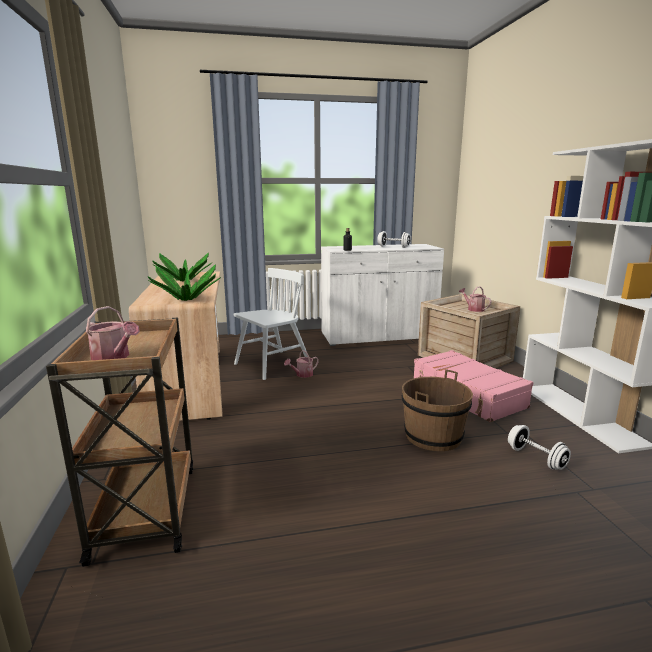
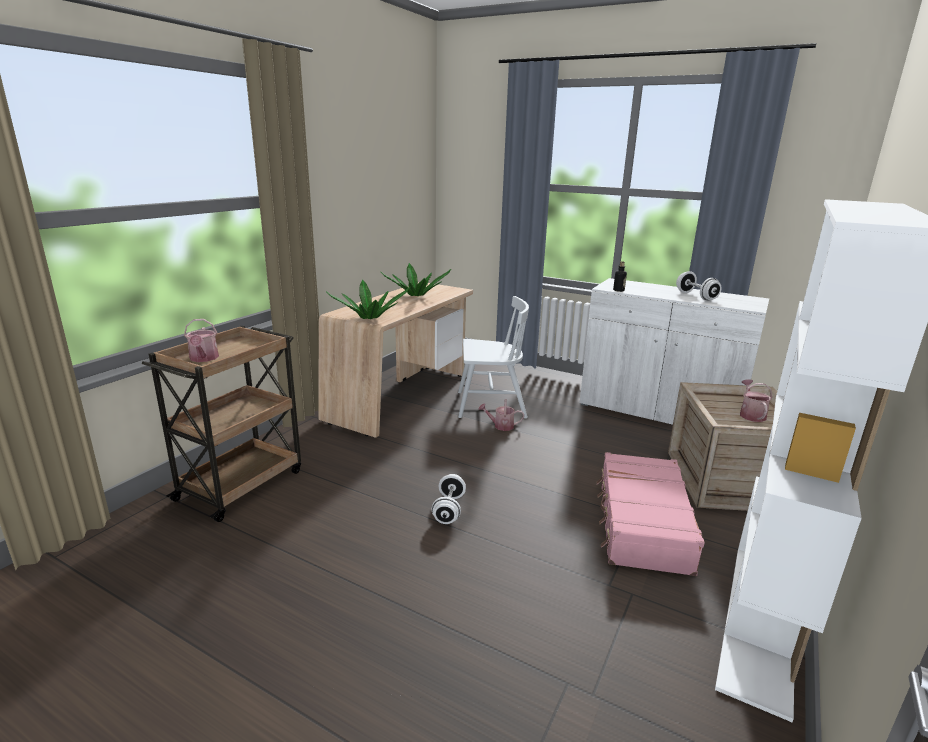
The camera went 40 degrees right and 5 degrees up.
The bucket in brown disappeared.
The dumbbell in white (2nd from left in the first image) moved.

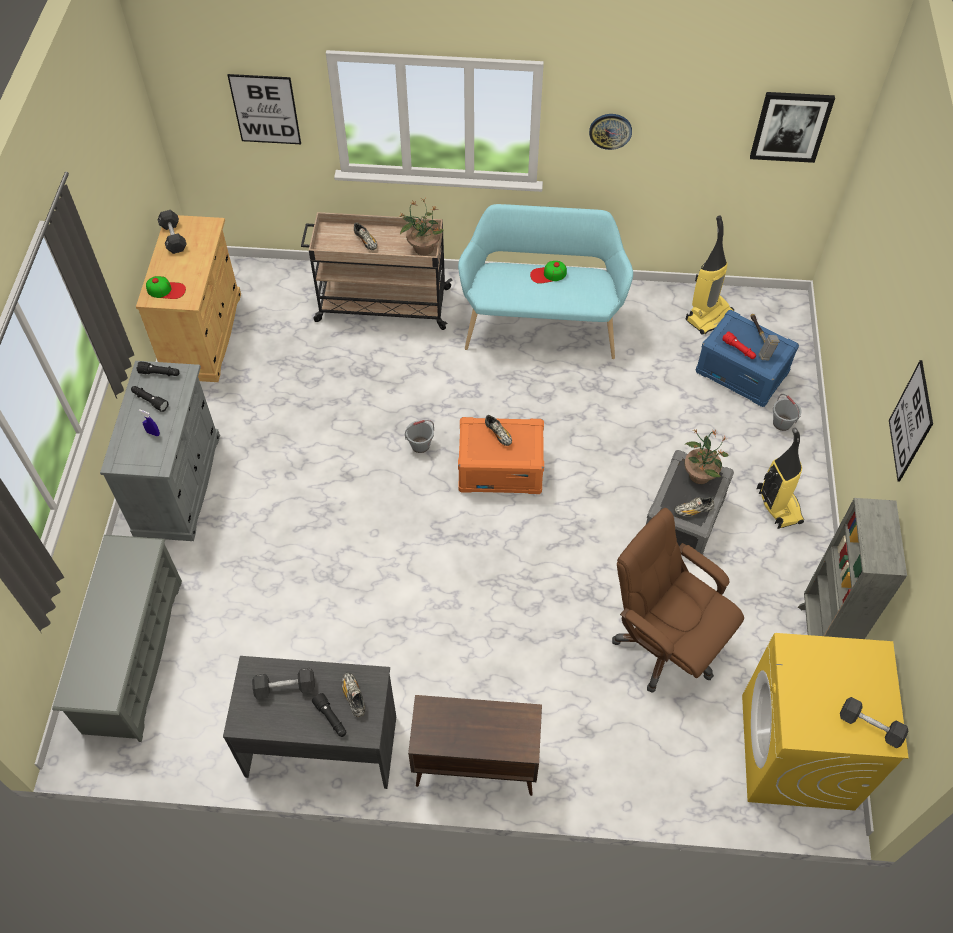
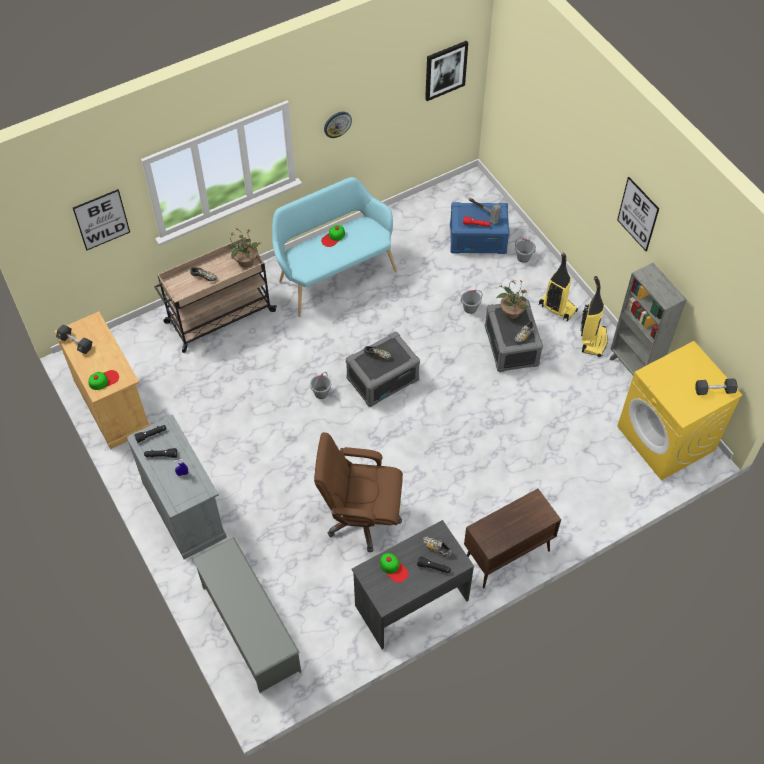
The camera went 35 degrees left and 0 degrees up.
The vacuum cleaner (1st from left in the first image) moved.
The storage box in orange became the storage box in grey (1st from left).
The office chair in brown moved.
The dumbbell in black (2nd from left) was replaced by the cap (3rd from left).
The bucket in grey (2nd from left) appeared.

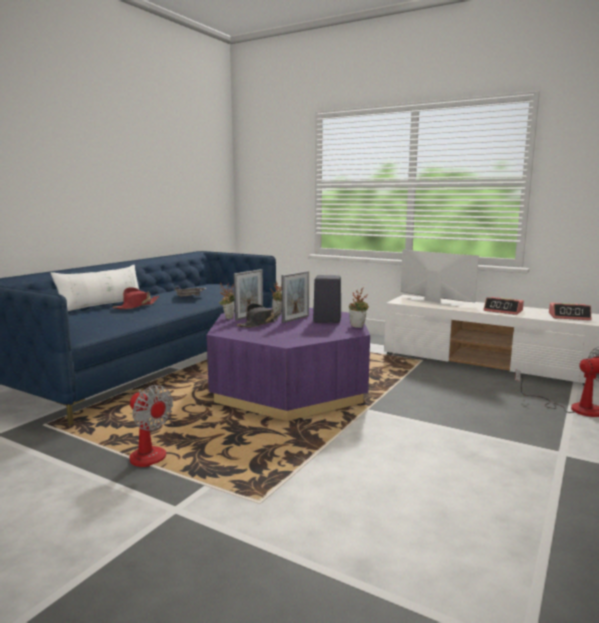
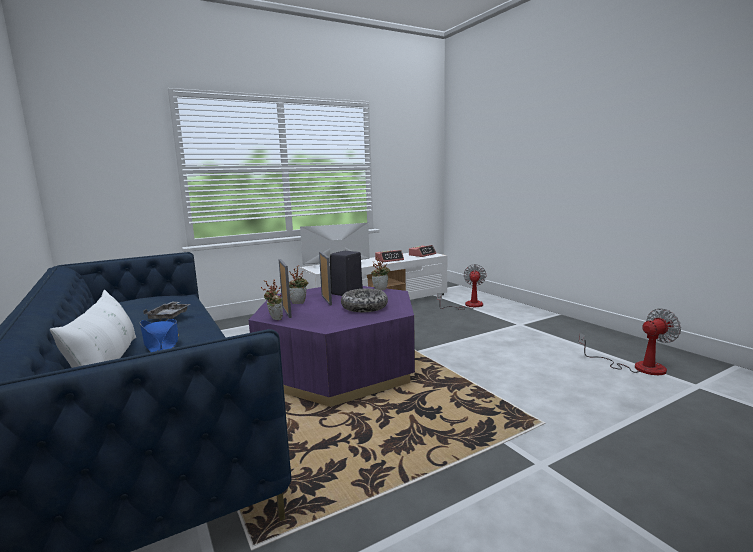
The camera went 60 degrees left and 0 degrees up.
The hat in red became the hat in blue.
The hat in black disappeared.
The fan (1st from left in the first image) moved.
The bowl appeared.

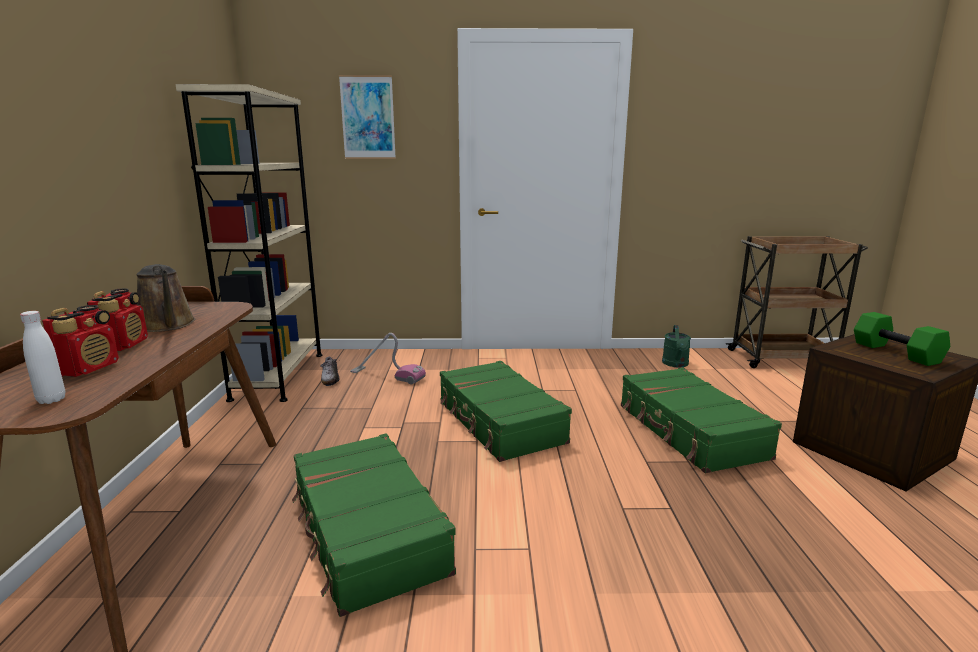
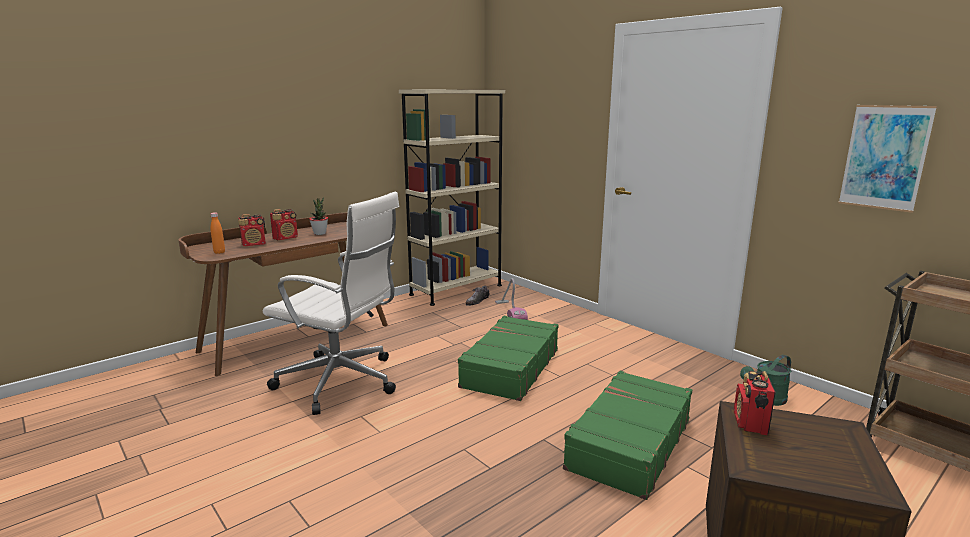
The camera went 50 degrees right and 0 degrees up.
The picture moved.
The watering can in brown was replaced by the potted plant.
The bottle in white became the bottle in orange.
The dumbbell in green disappeared.
The suitcase in green (1st from left) was replaced by the office chair in white.
The radio (3rd from left) appeared.

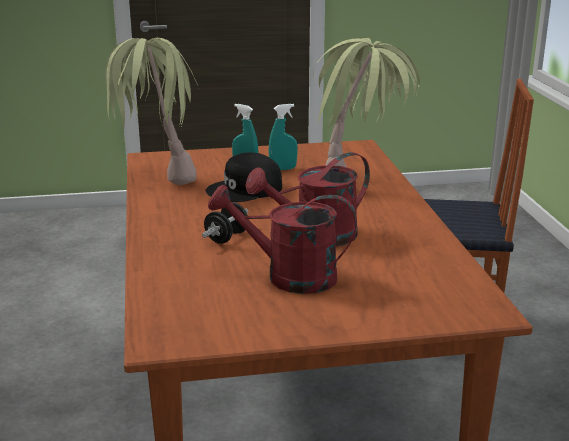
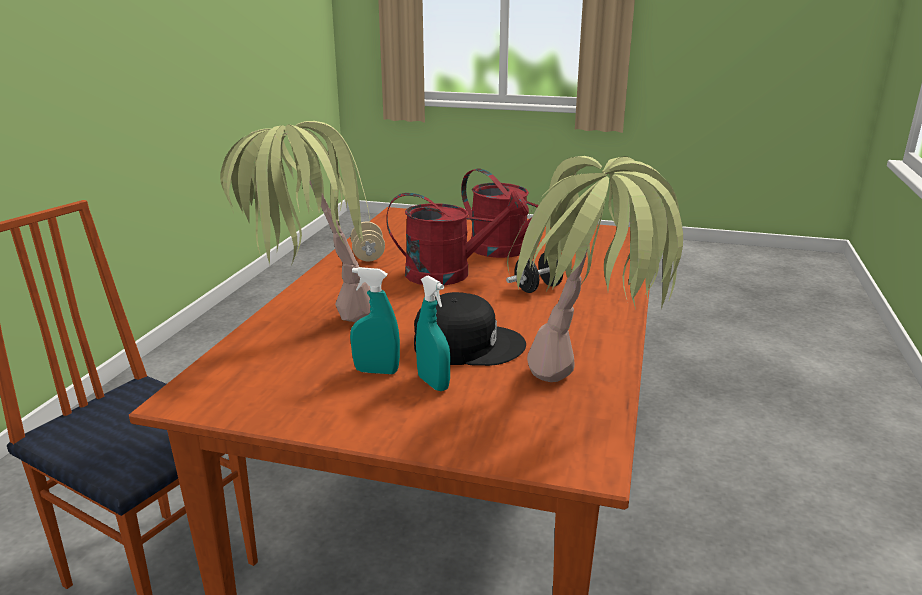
The camera went 155 degrees left and 0 degrees up.
The dumbbell in beige appeared.

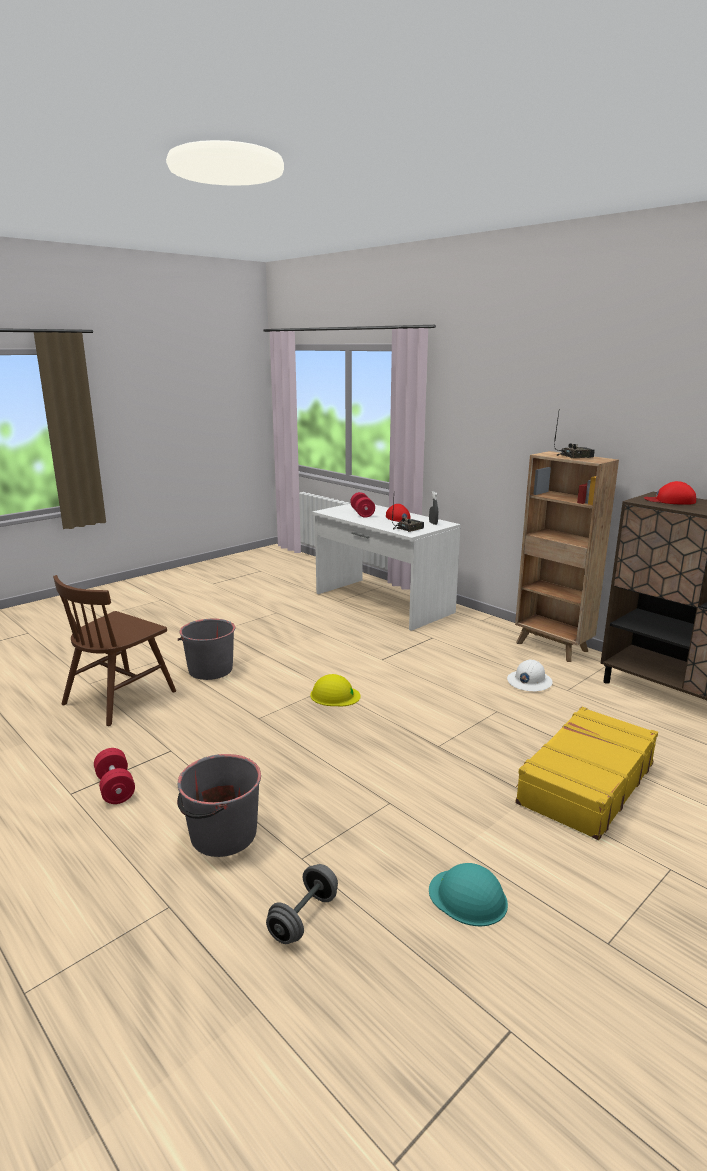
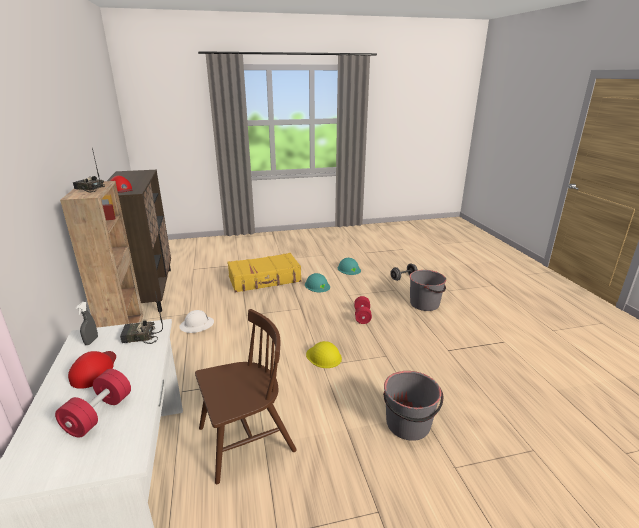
The camera went 150 degrees left and 5 degrees up.
The chair in brown moved.
The dumbbell in red (1st from left in the first image) moved.
The hard hat in turquoise (1st from left) appeared.

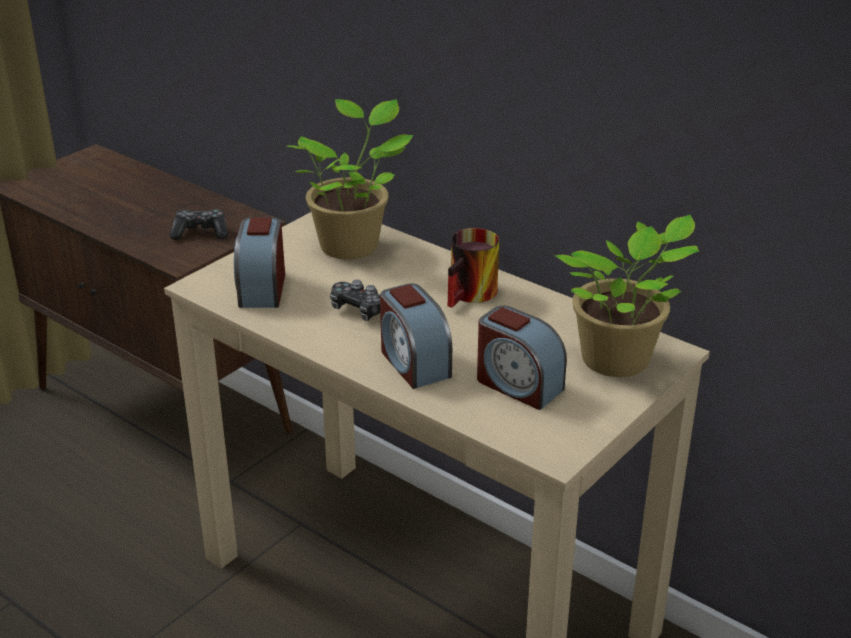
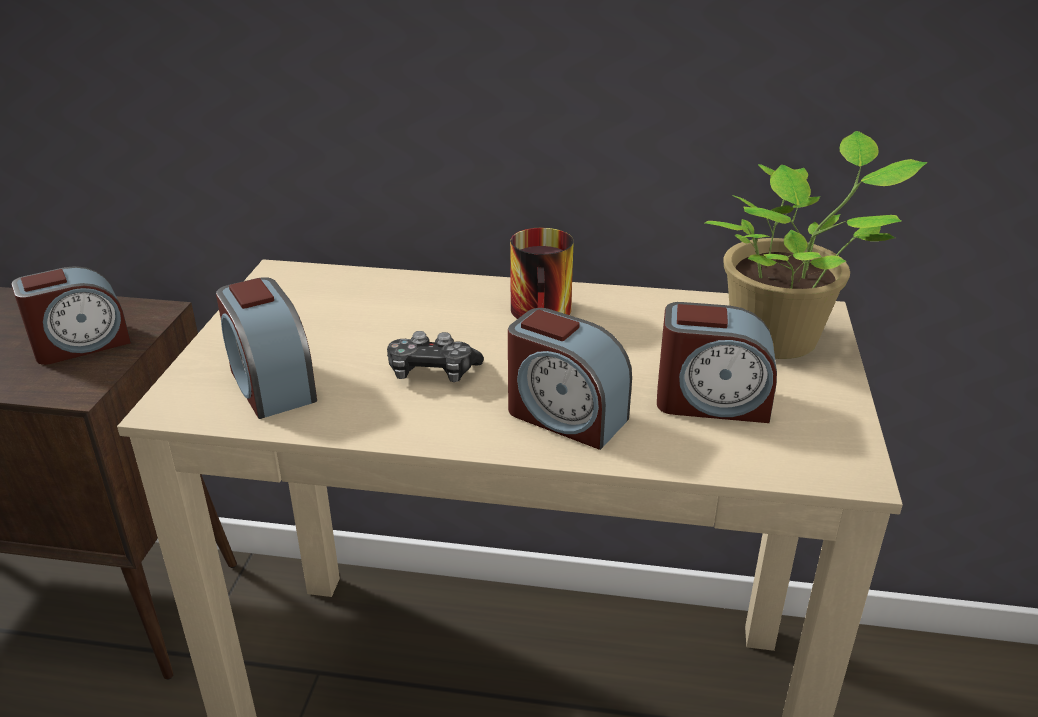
The camera went 30 degrees left and 0 degrees up.
The potted plant (1st from left) disappeared.
The game controller (1st from left) was replaced by the alarm clock (1st from left).

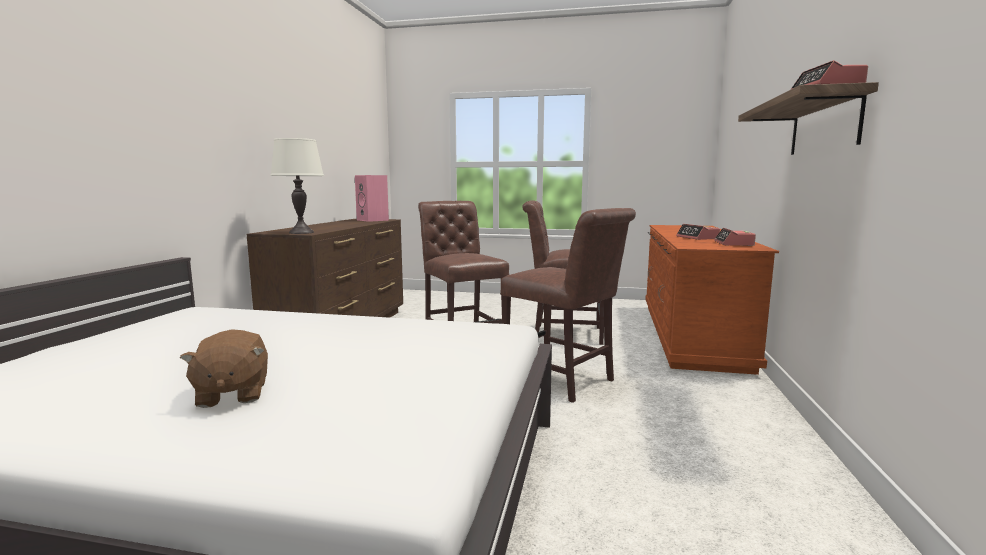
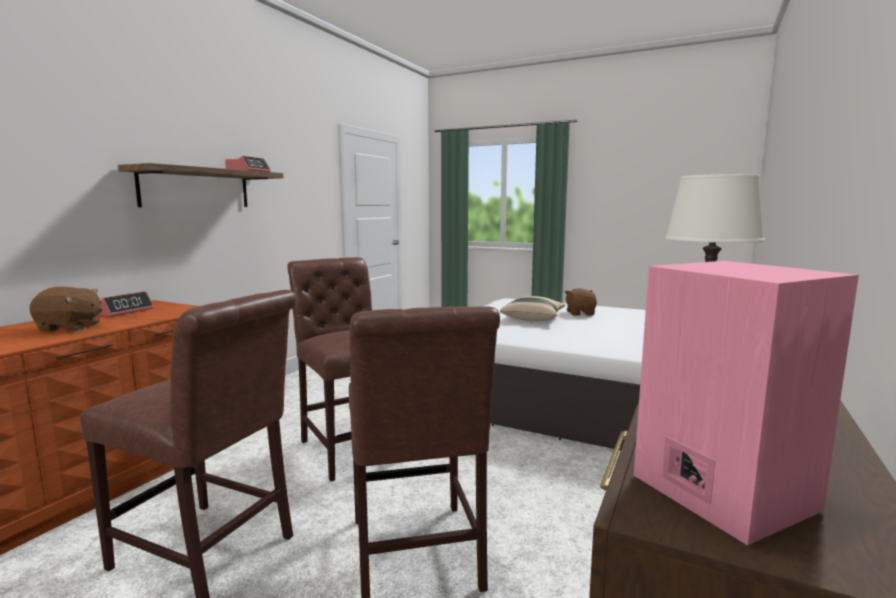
The camera went 165 degrees left and 0 degrees up.
The alarm clock (1st from left) was replaced by the plush toy in brown (1st from left).
The pillow in beige appeared.

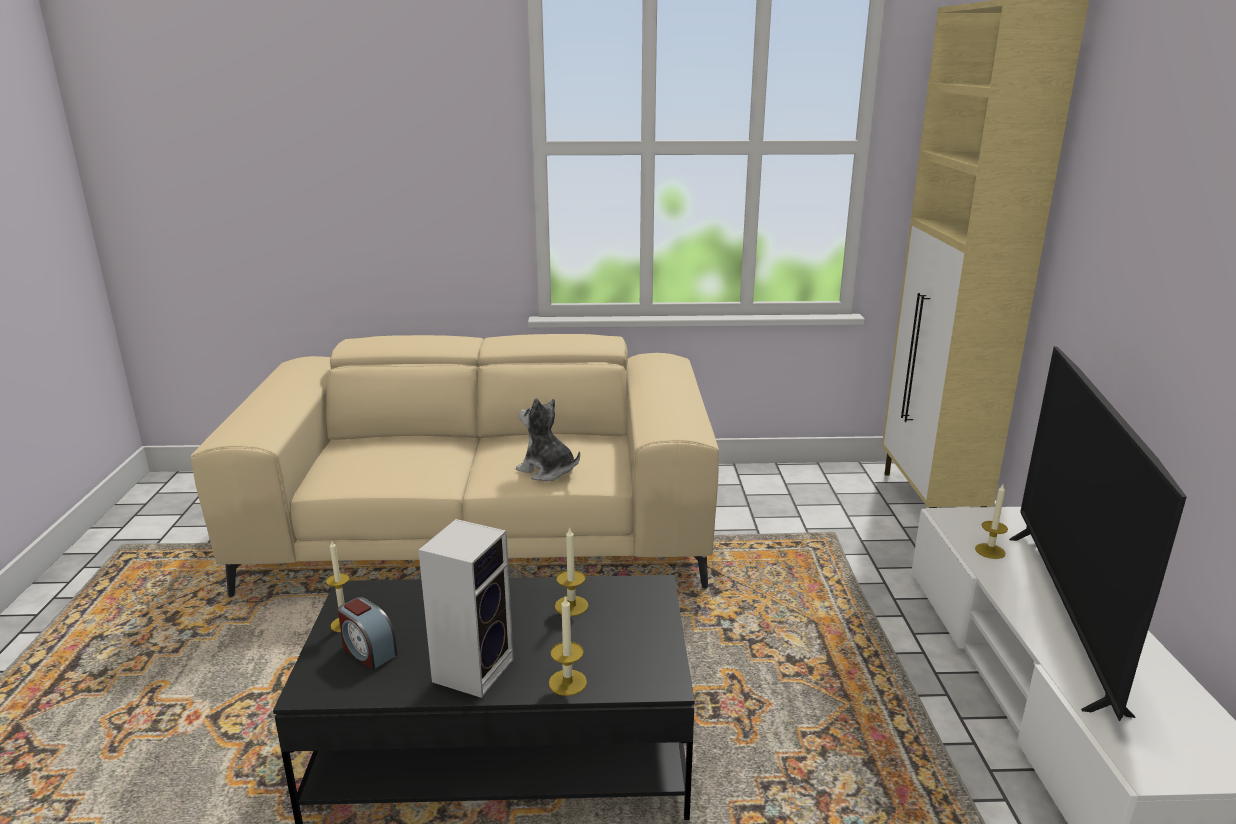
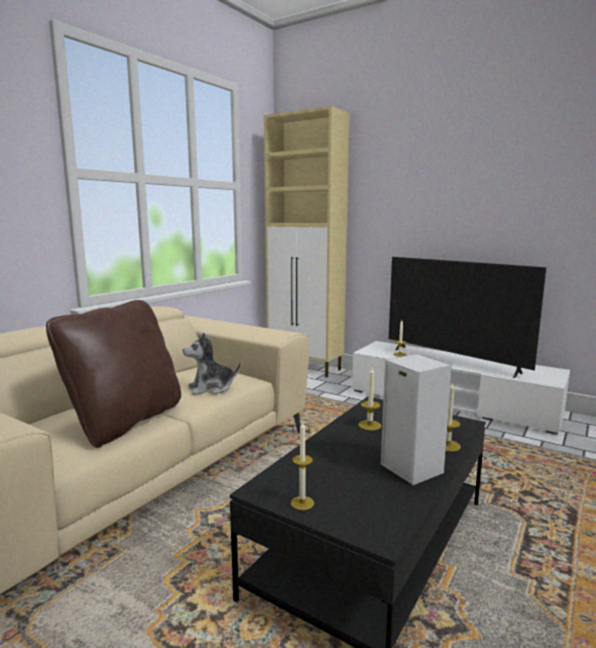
The camera went 55 degrees left and 10 degrees down.
The alarm clock disappeared.
The pillow in brown appeared.

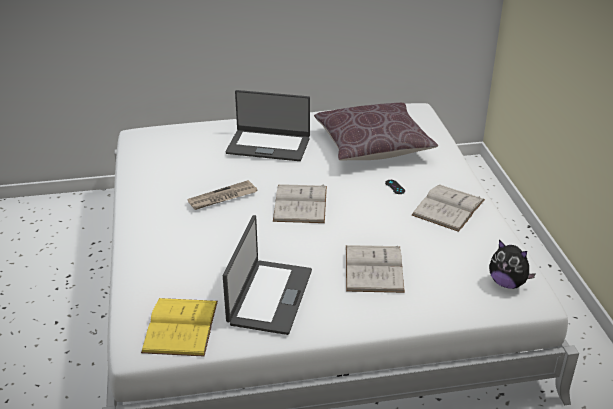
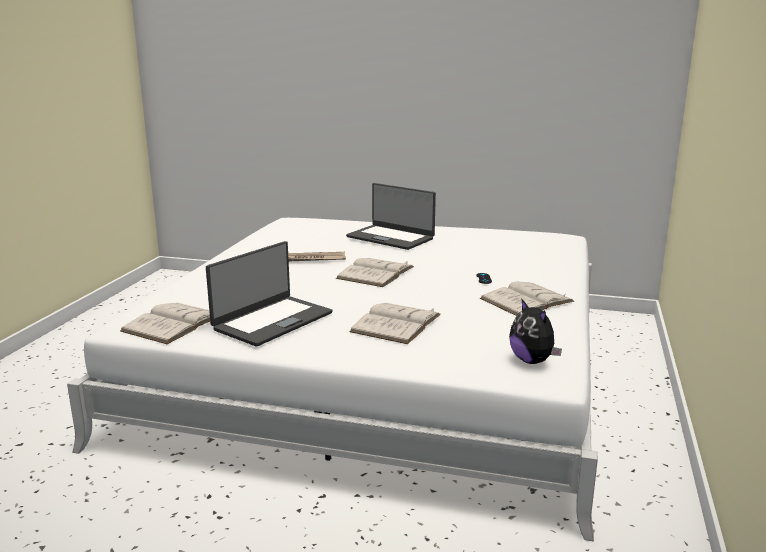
The camera went 25 degrees right and 15 degrees down.
The pillow in brown disappeared.
The book in yellow became the book in white (1st from left).

